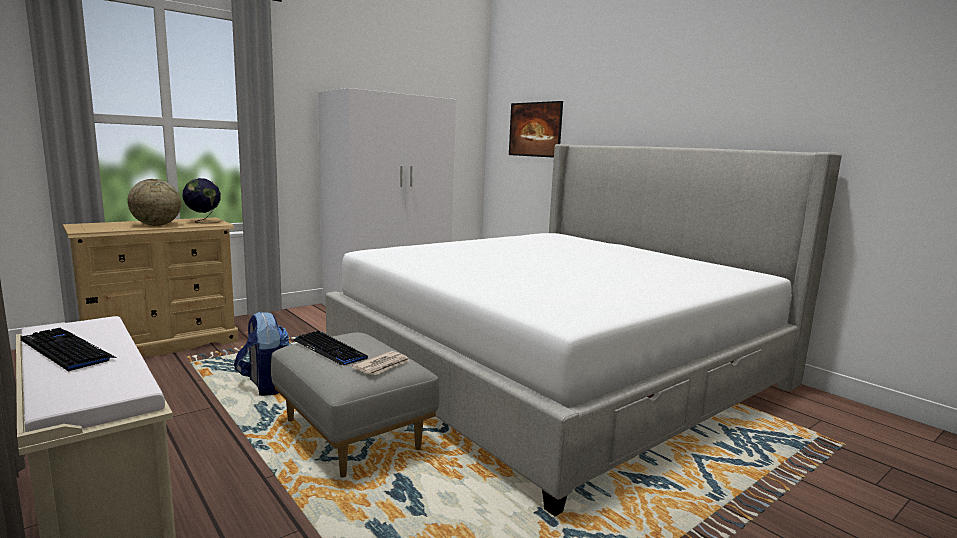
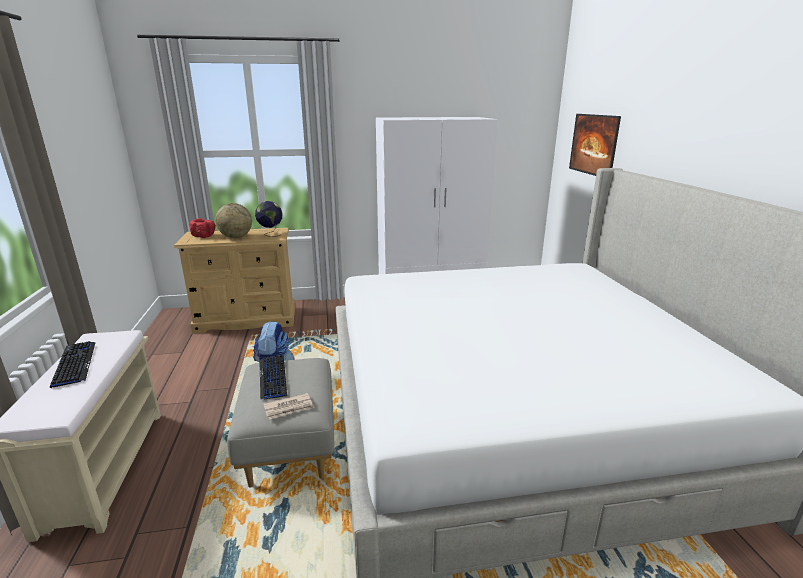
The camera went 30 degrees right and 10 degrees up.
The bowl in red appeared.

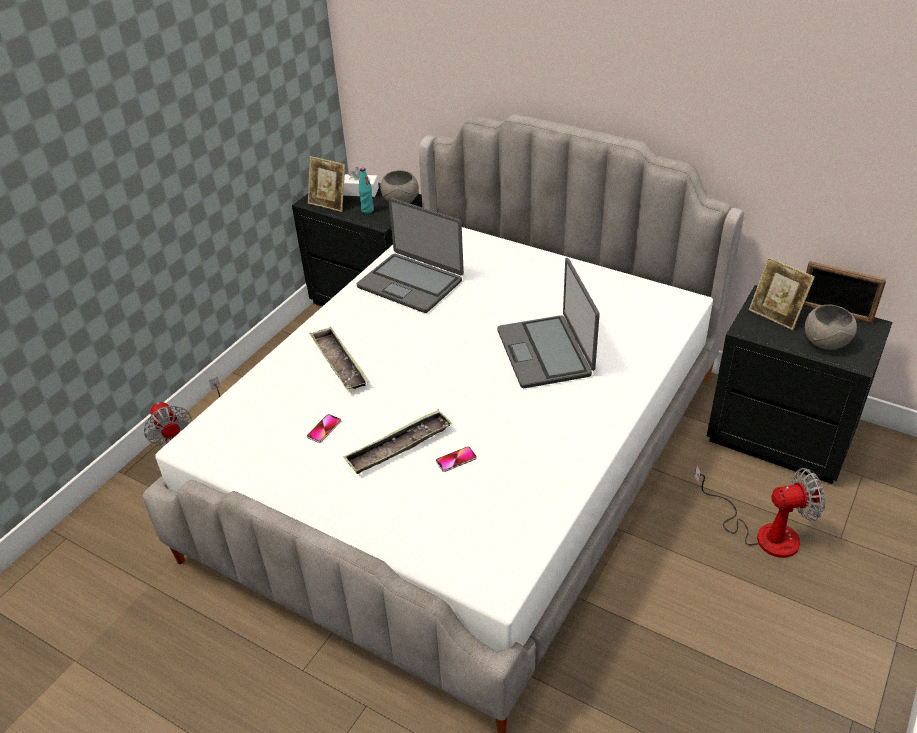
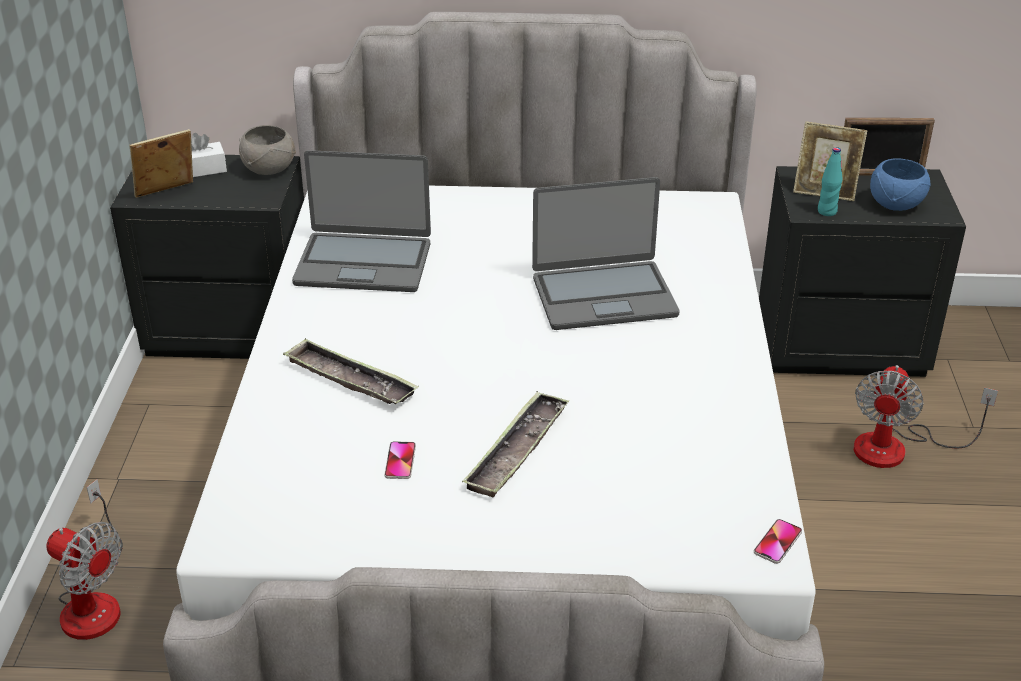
The camera went 30 degrees left and 5 degrees down.
The picture frame (1st from left) turned 150 degrees clockwise.
The bottle in turquoise moved.
The laptop (2nd from left) turned 60 degrees counterclockwise.
The bowl in grey (2nd from left) became the bowl in blue.
The phone (2nd from left) moved.
The fan (2nd from left) turned 150 degrees clockwise.

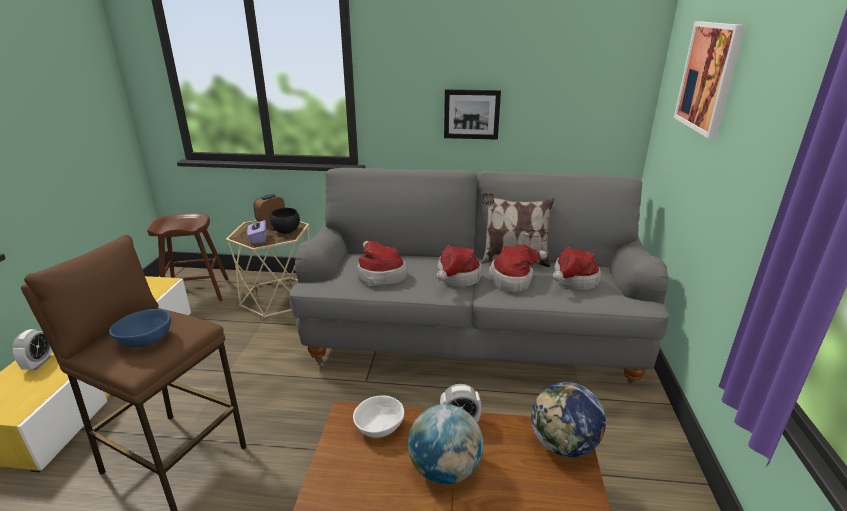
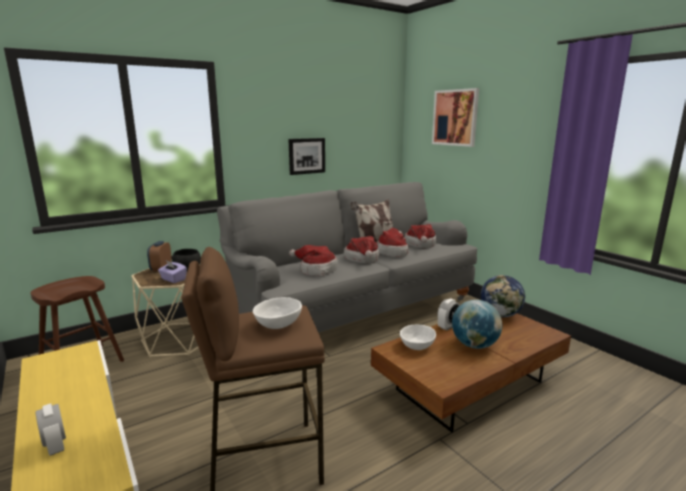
The camera went 40 degrees left and 10 degrees down.
The bowl in blue became the bowl in white (1st from left).

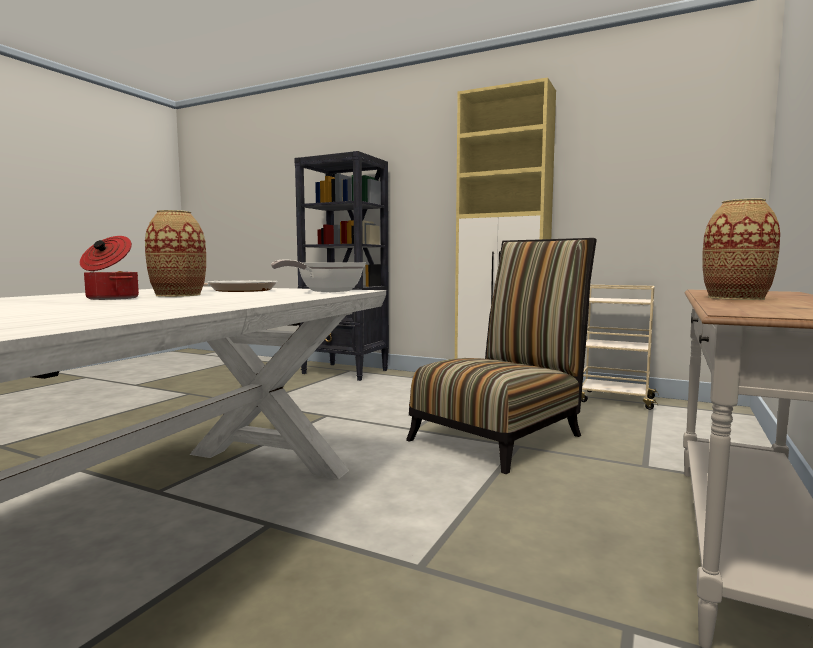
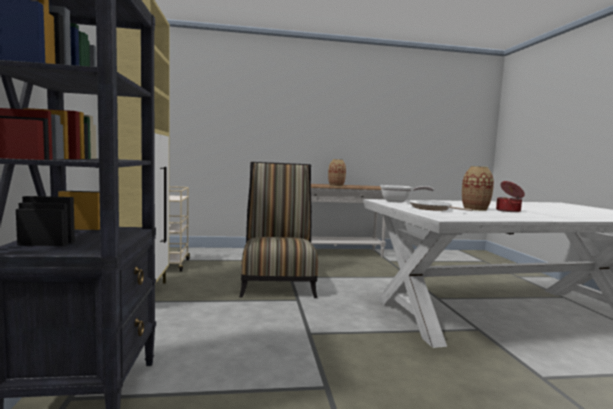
The camera went 125 degrees left and 0 degrees up.
The chair turned 75 degrees clockwise.

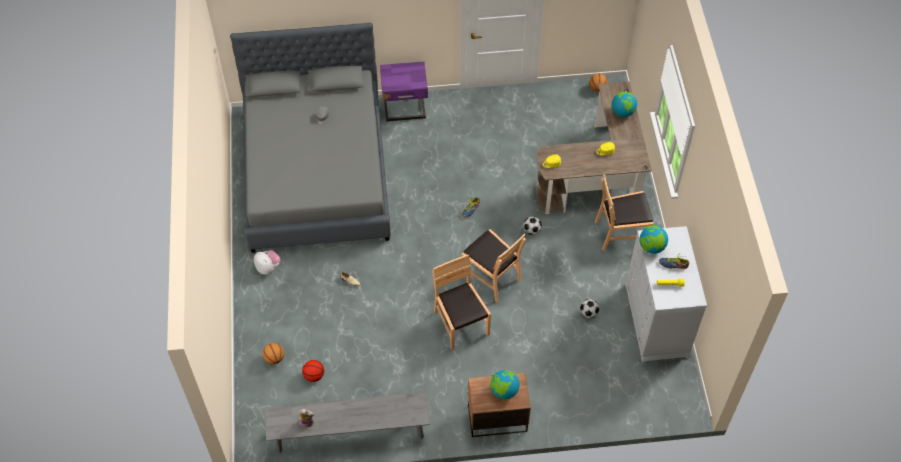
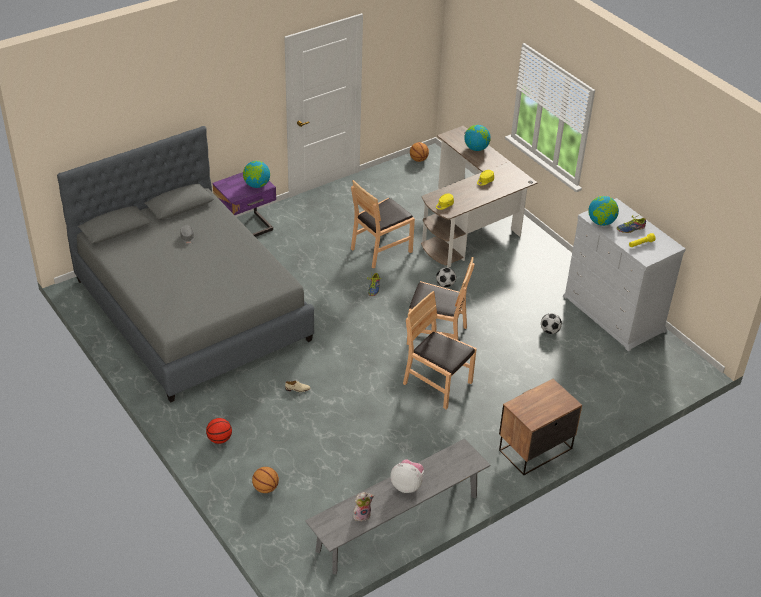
The camera went 30 degrees left and 15 degrees down.
The chair in brown (3rd from left in the first image) moved.
The plush toy (1st from left in the first image) moved.
The basketball (2nd from left in the first image) moved.
The globe (1st from left) moved.

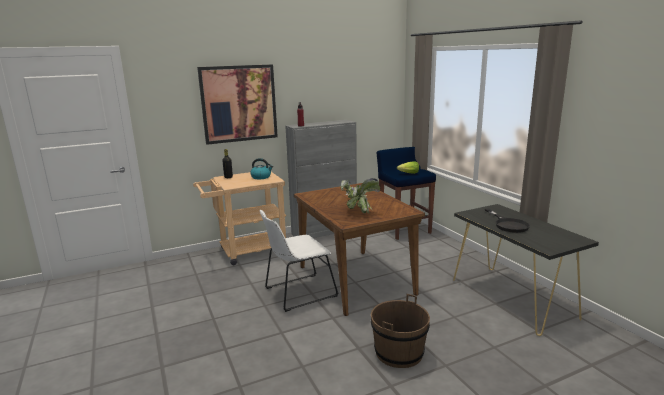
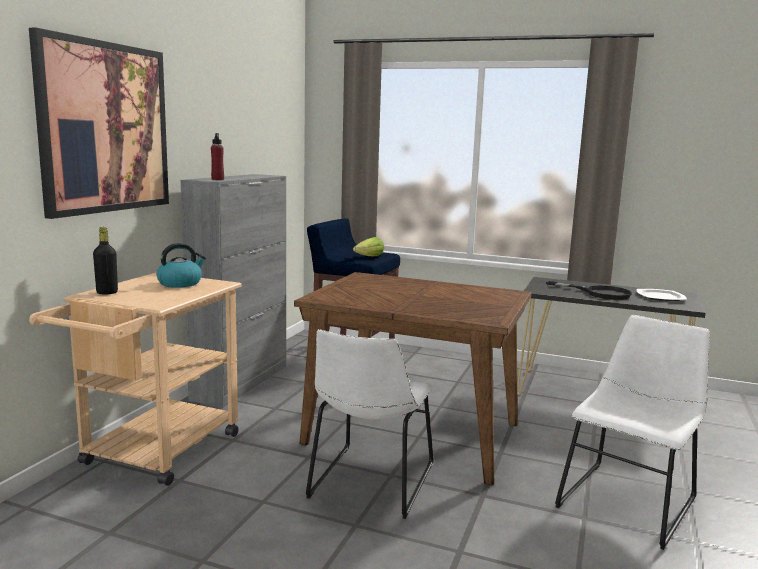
The camera went 45 degrees left and 5 degrees down.
The potted plant disappeared.
The bucket in brown was replaced by the chair in white (2nd from left).
The plate appeared.

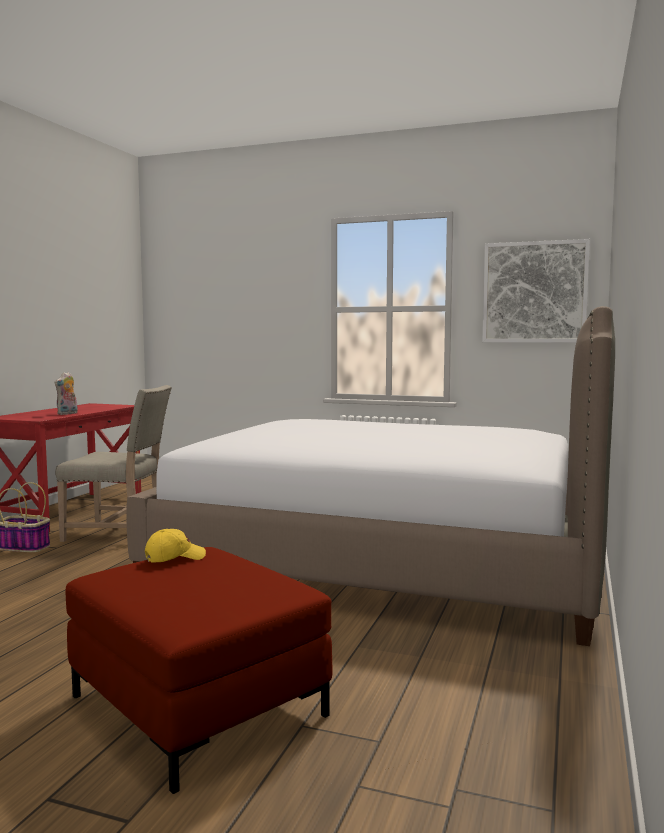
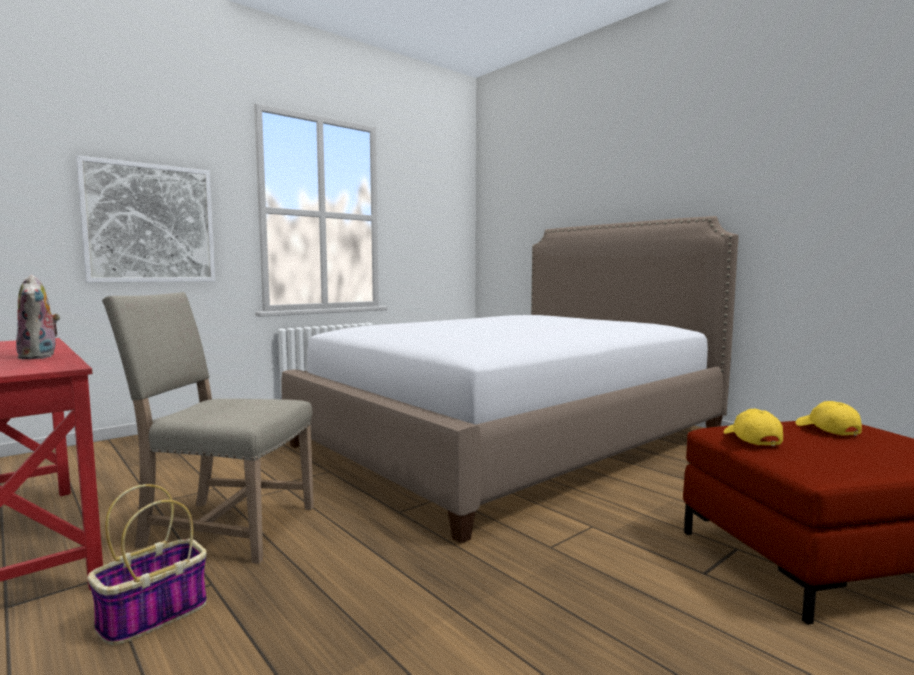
The camera went 60 degrees left and 0 degrees up.
The picture moved.
The chair in beige turned 120 degrees counterclockwise.
The cap in yellow (2nd from left) appeared.

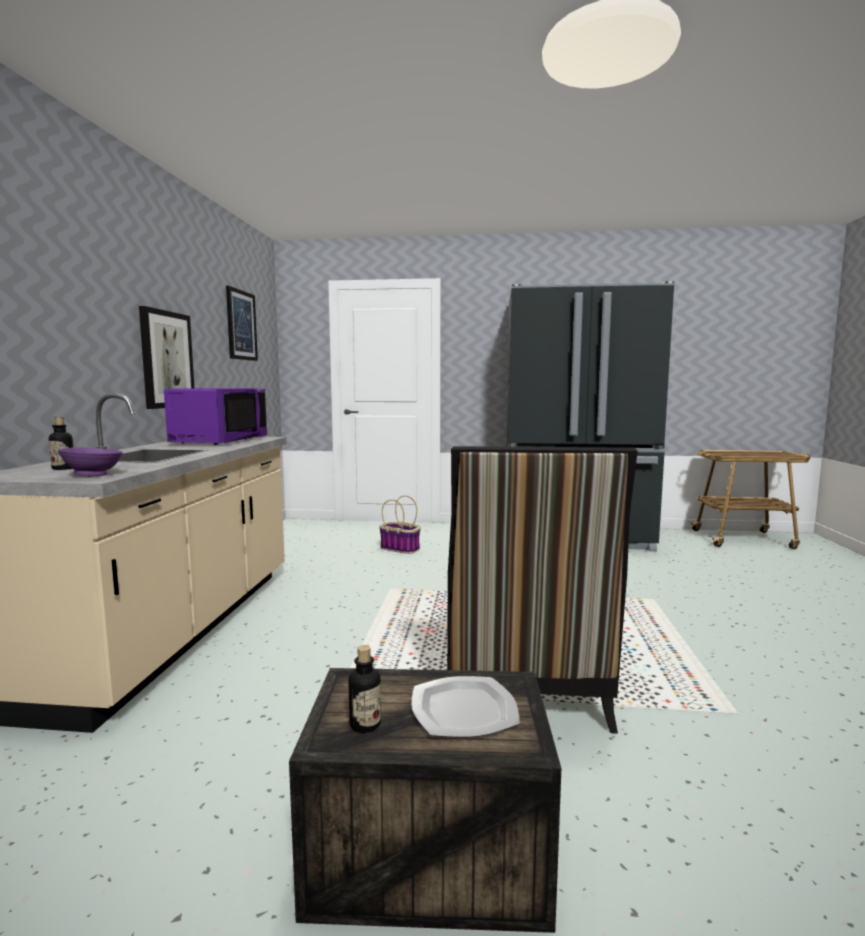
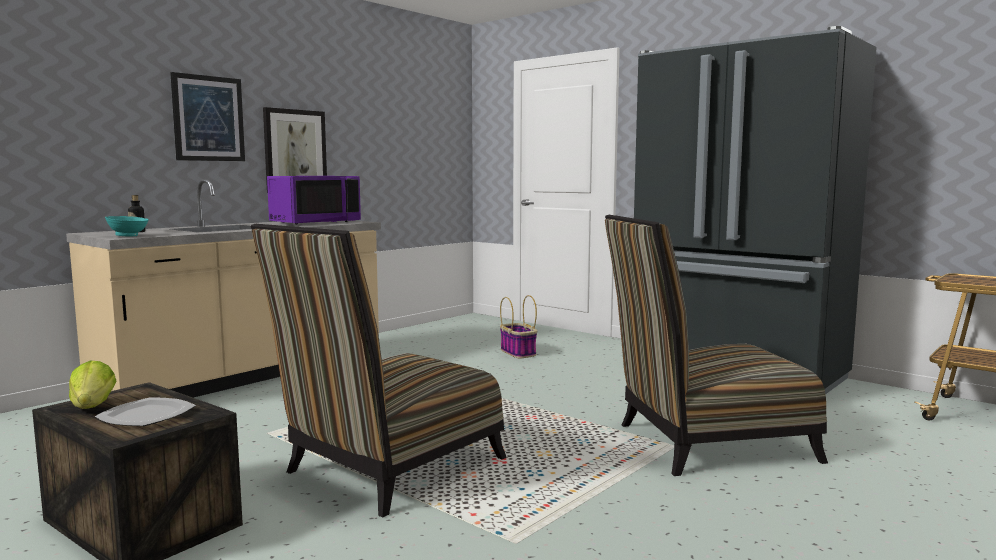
The camera went 35 degrees right and 0 degrees up.
The picture (2nd from left in the first image) moved.
The bowl in purple became the bowl in turquoise.
The bottle (2nd from left) was replaced by the lettuce.
The chair (2nd from left) appeared.

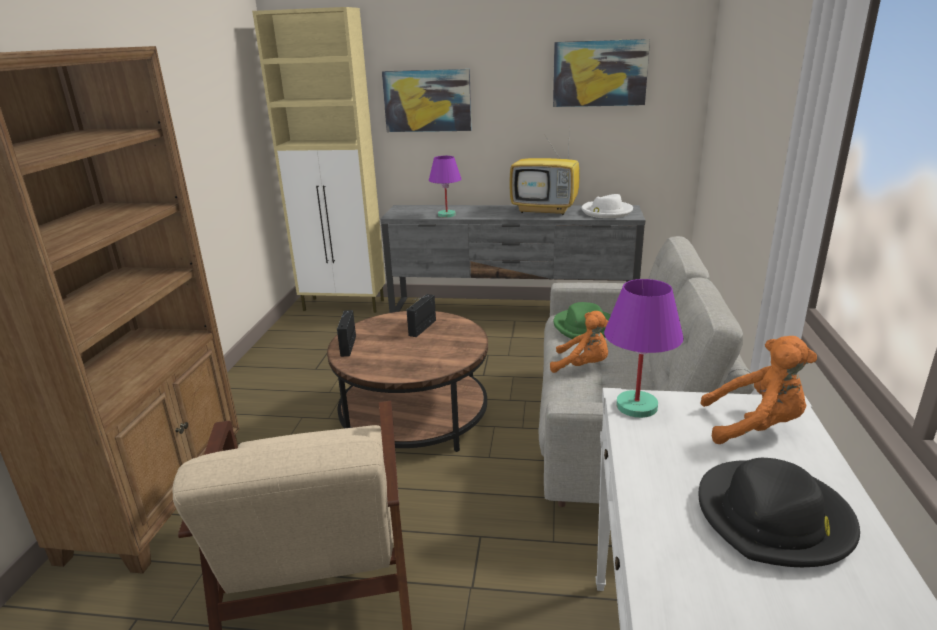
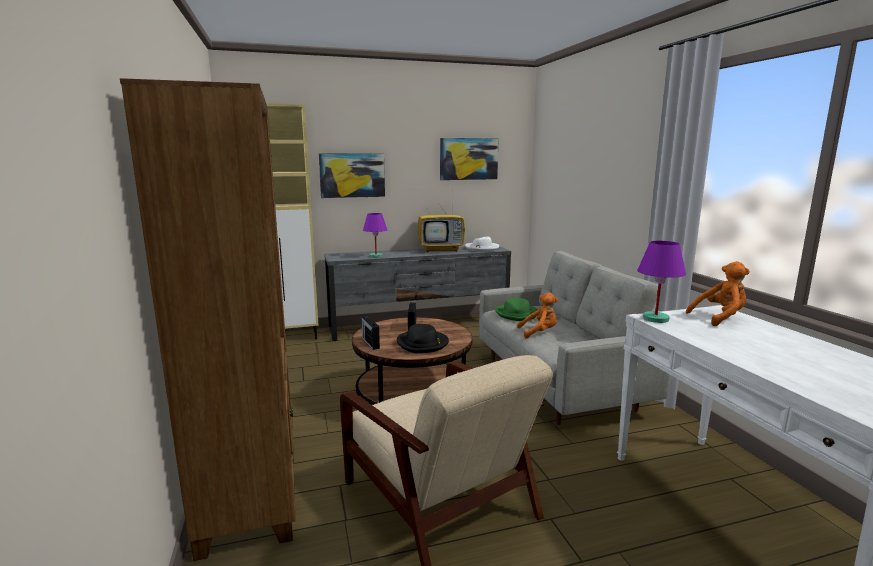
The camera went 25 degrees left and 10 degrees down.
The hat in black moved.

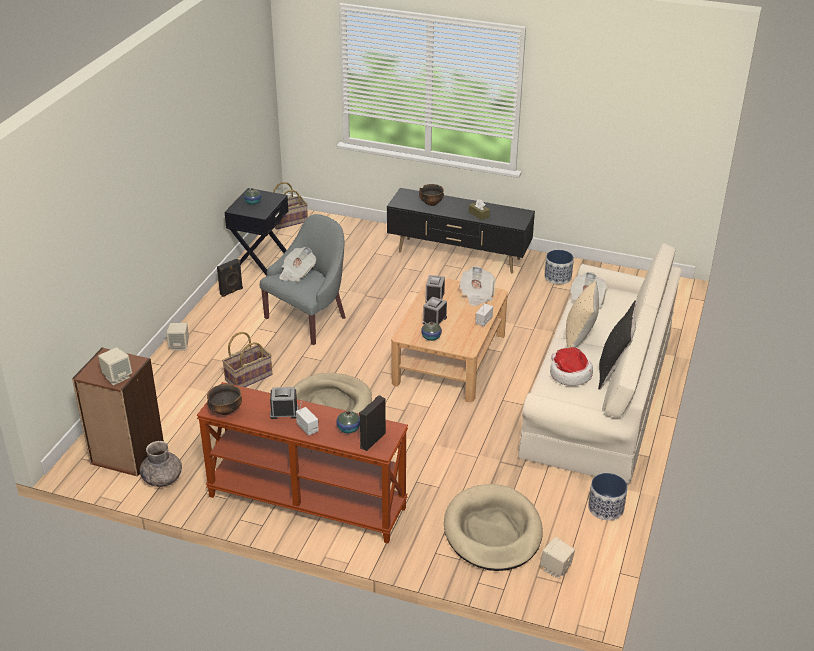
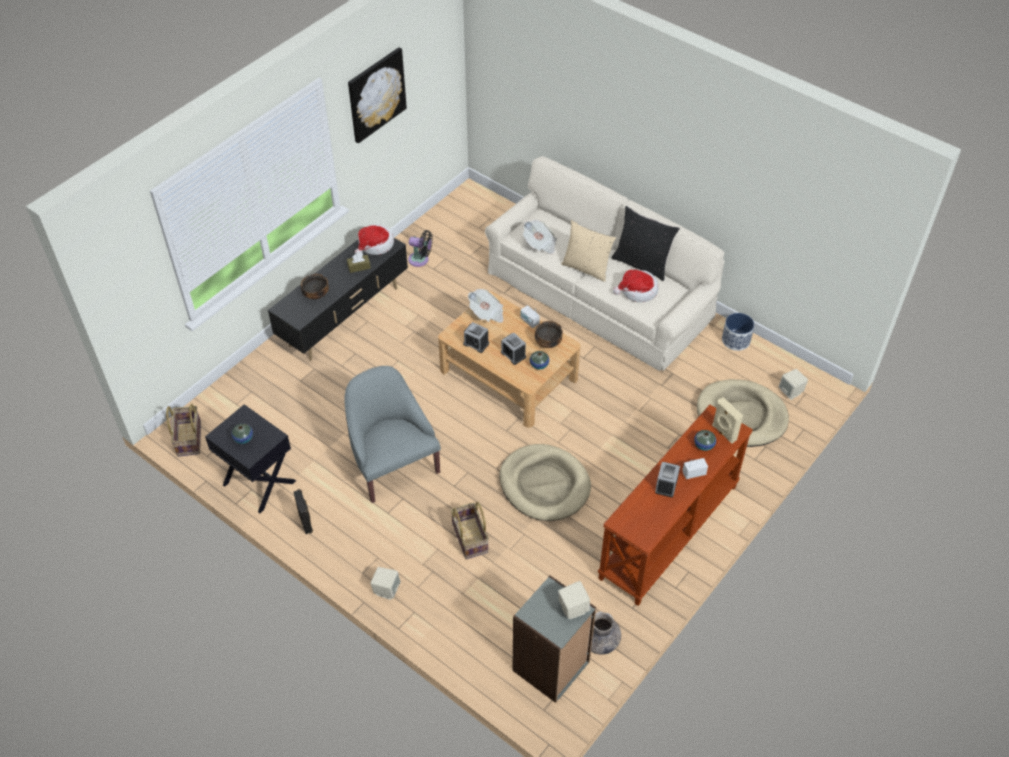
The camera went 70 degrees left and 15 degrees up.
The newspaper (1st from left) disappeared.
The planter (1st from left) was replaced by the fan in black.
The bookcase in brown became the bookcase in grey.
The bowl (1st from left in the first image) moved.
The speaker in black (2nd from left) became the speaker in beige (3rd from left).
The picture appeared.
The hat (1st from left) appeared.

